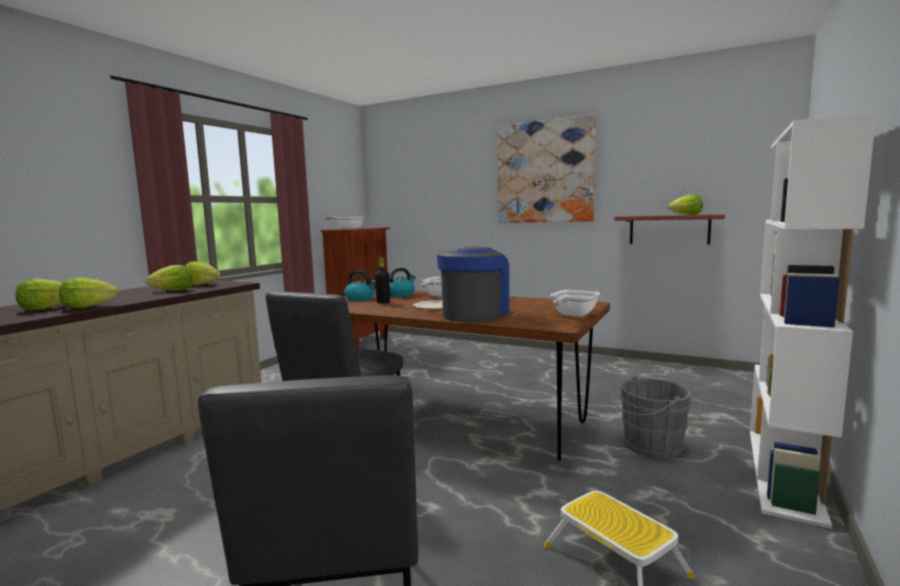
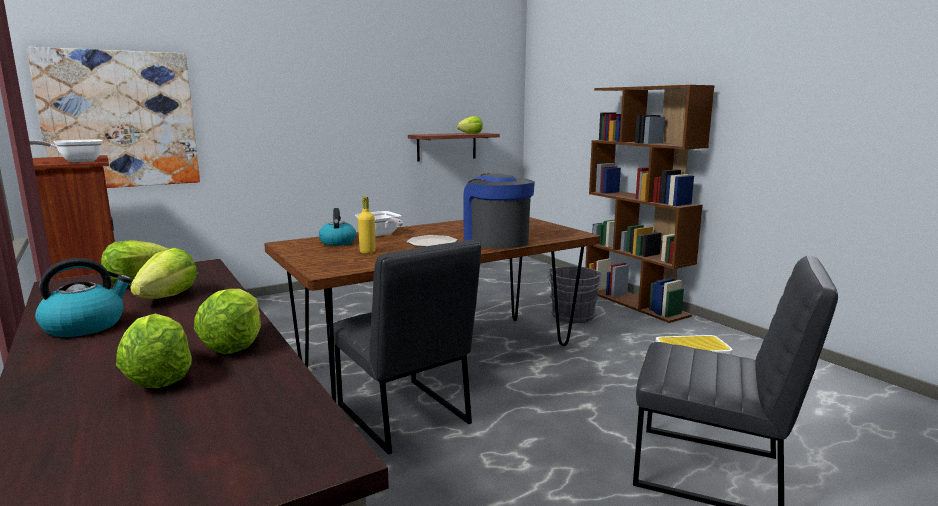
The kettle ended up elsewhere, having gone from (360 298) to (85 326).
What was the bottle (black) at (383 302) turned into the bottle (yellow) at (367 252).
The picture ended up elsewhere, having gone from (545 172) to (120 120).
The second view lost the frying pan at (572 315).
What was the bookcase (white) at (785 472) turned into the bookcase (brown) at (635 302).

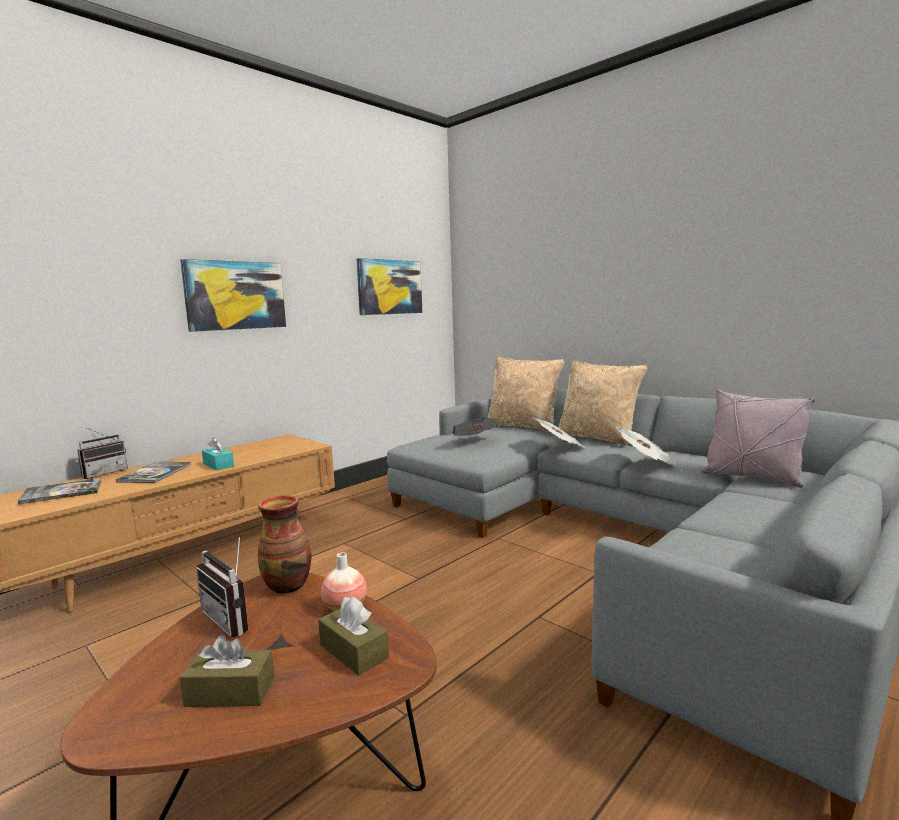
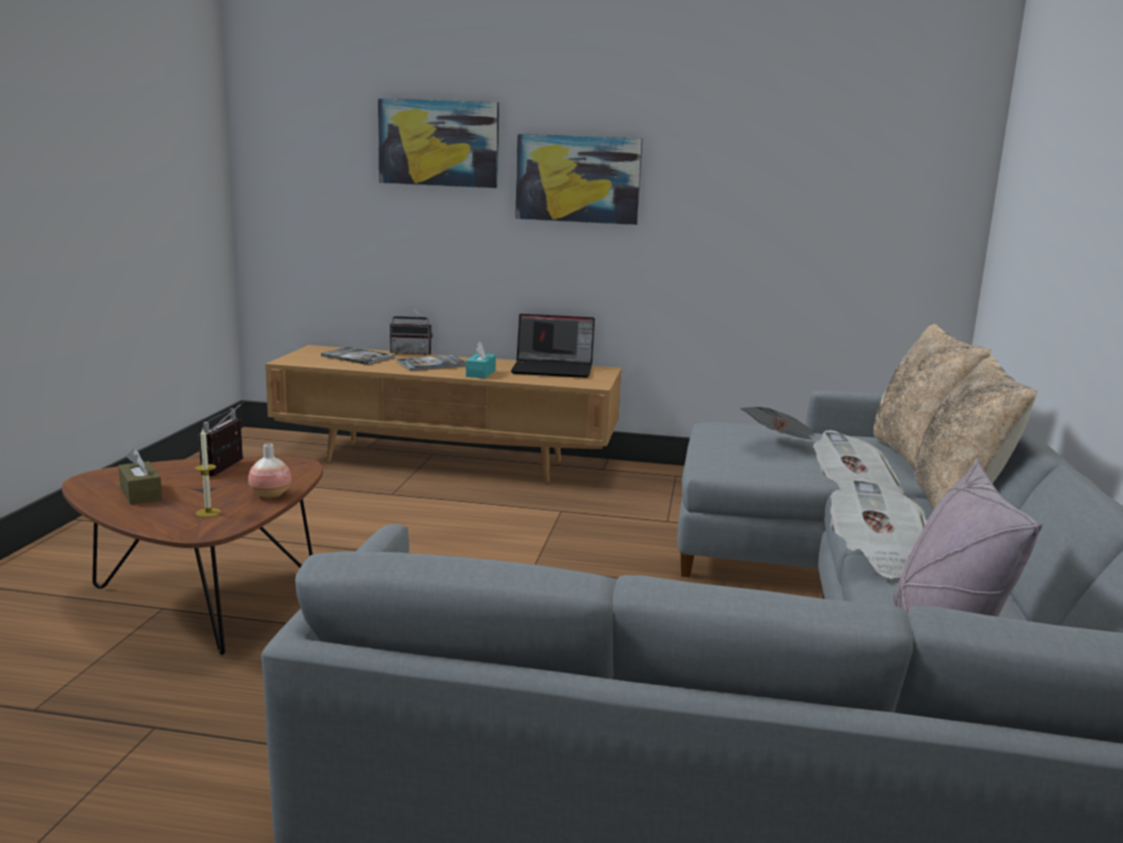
The second view lost the vase at (288 585).
Where the tissue box (brown) stood at (354 651), the candle came to stand at (208 512).
The picture ended up elsewhere, having gone from (389 287) to (438 143).
The second view gained the laptop at (553 369).

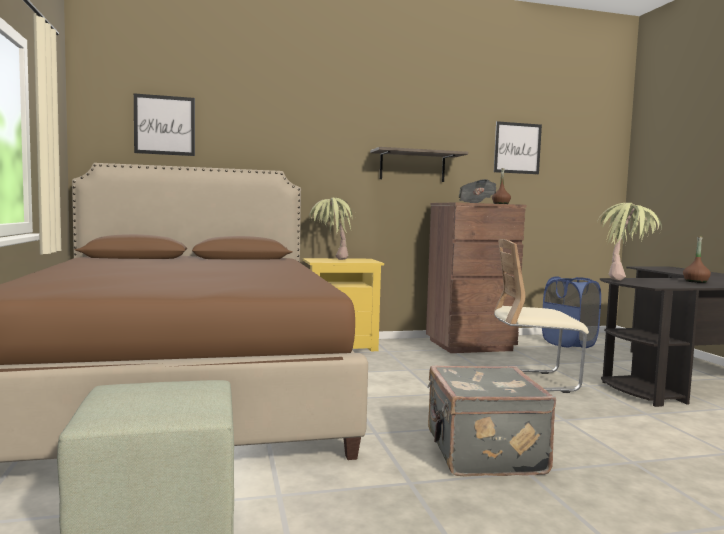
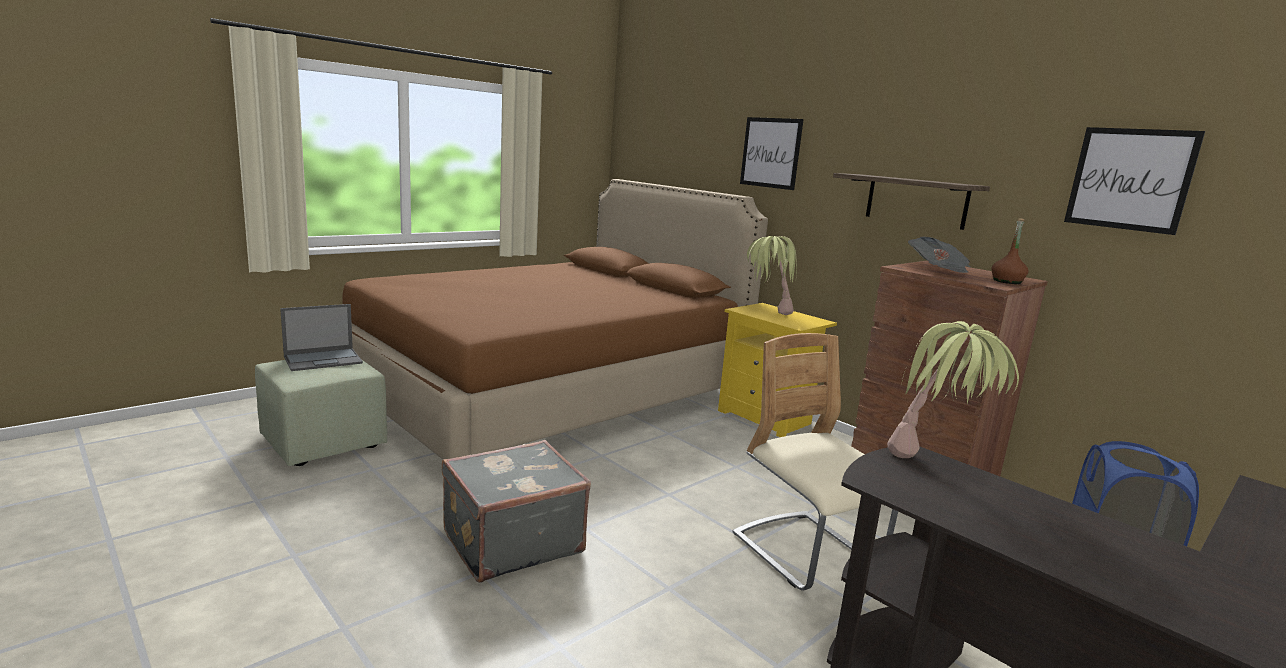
The picture ended up elsewhere, having gone from (164 125) to (770 153).
The second view lost the bottle (brown) at (695 281).
The second view gained the laptop at (324 359).

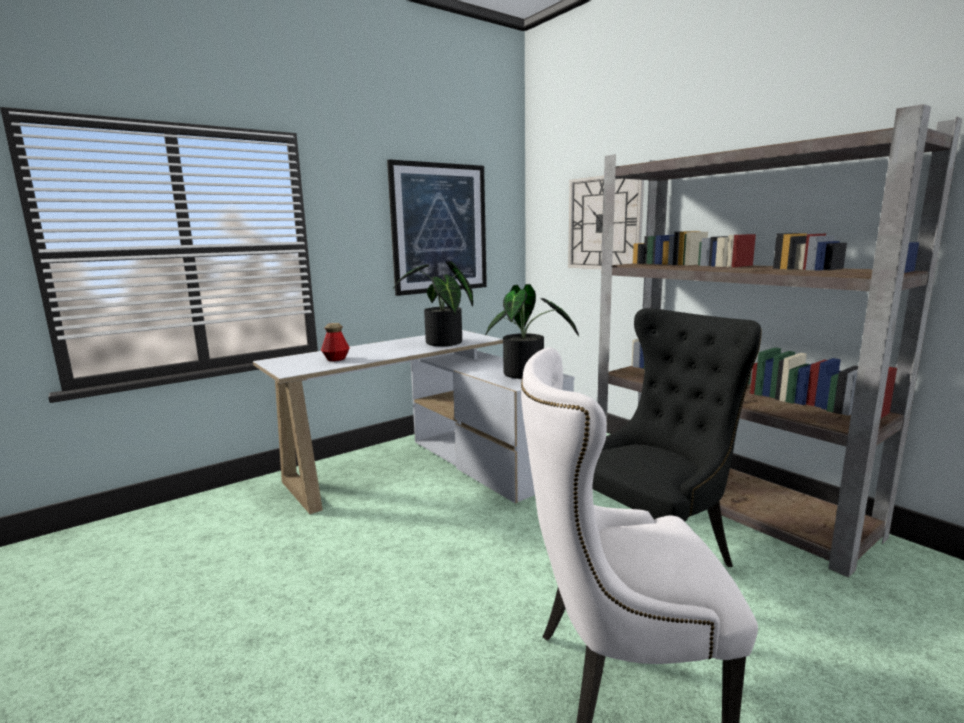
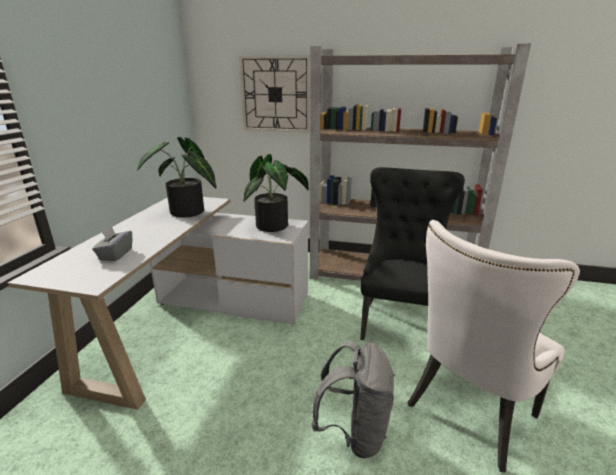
Where the bottle stood at (336 359), the tissue box (grey) came to stand at (115 254).
The second view lost the picture at (440 228).
The second view gained the backpack (grey) at (354 433).

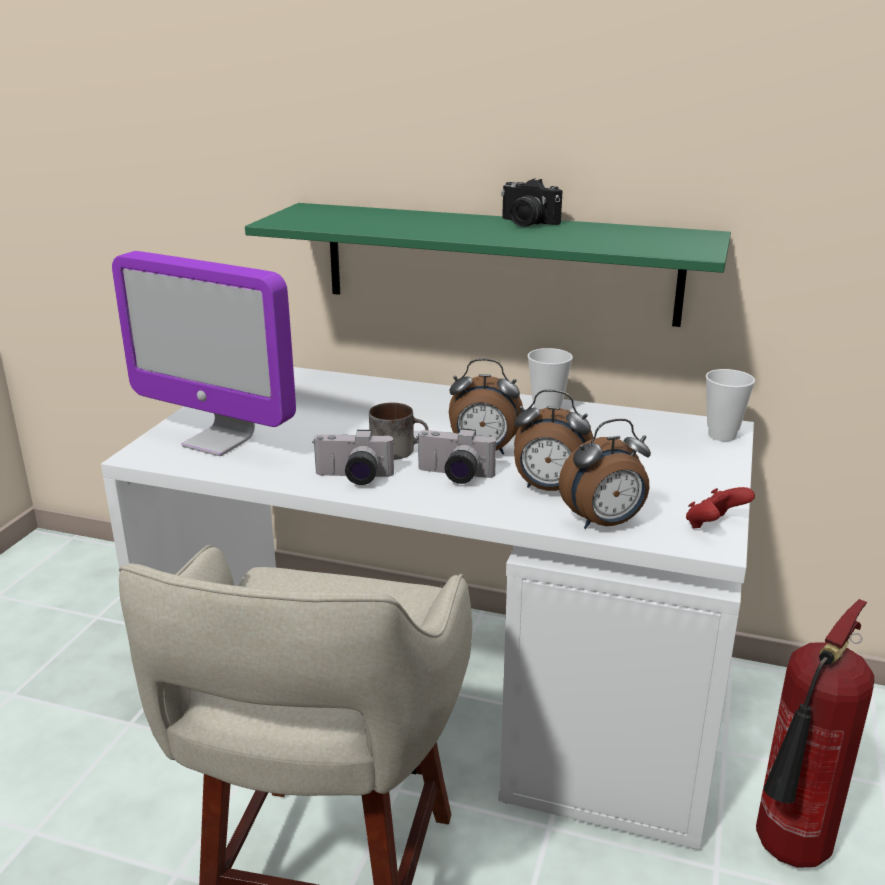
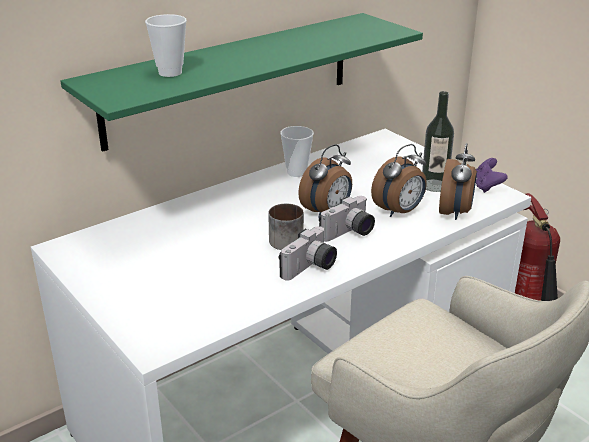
The second view lost the monitor at (219 441).
The second view lost the photo camera at (526 223).
What was the game controller (red) at (714 526) turned into the game controller (purple) at (486 187).
The cup ended up elsewhere, having gone from (722 435) to (170 72).
The second view gained the bottle at (434 185).

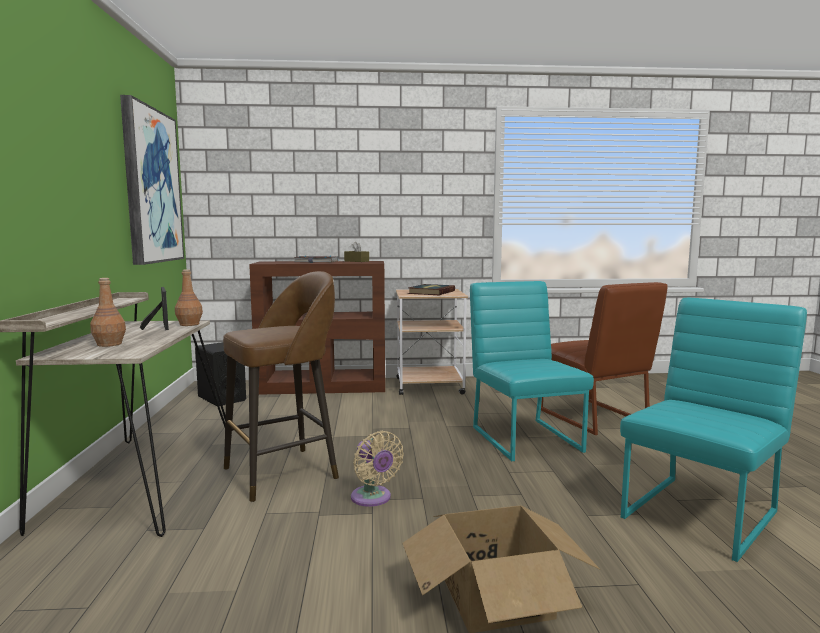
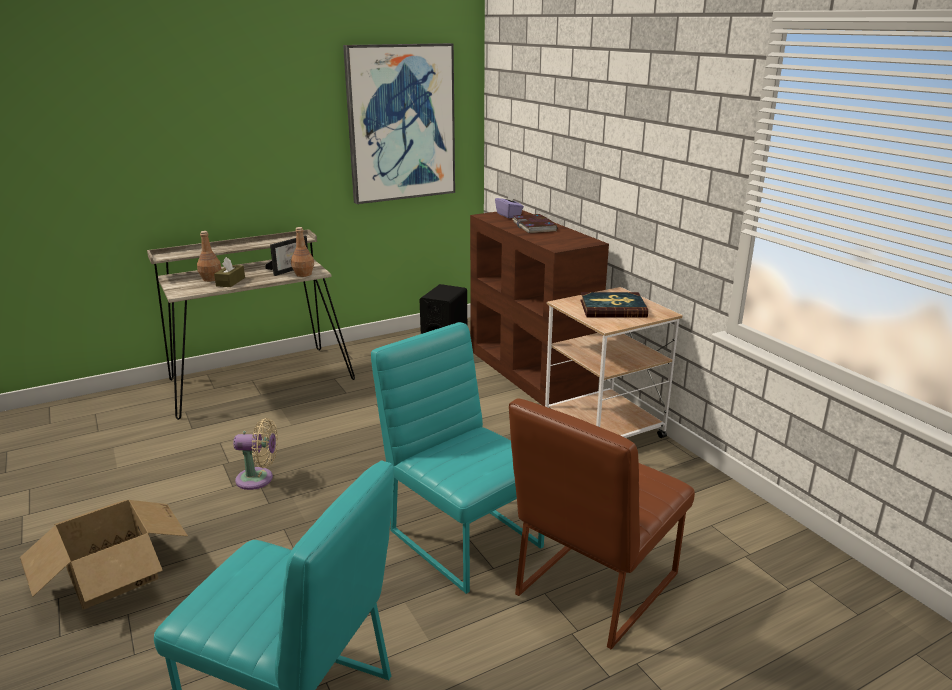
The second view lost the stool (brown) at (284 472).
The tissue box (brown) ended up elsewhere, having gone from (356 261) to (230 282).
The fan (beige) at (373 499) ended up facing another way, 120 degrees counterclockwise from before.
The chair (turquoise) at (525 437) ended up facing another way, 90 degrees counterclockwise from before.
The second view gained the tissue box (purple) at (509 215).

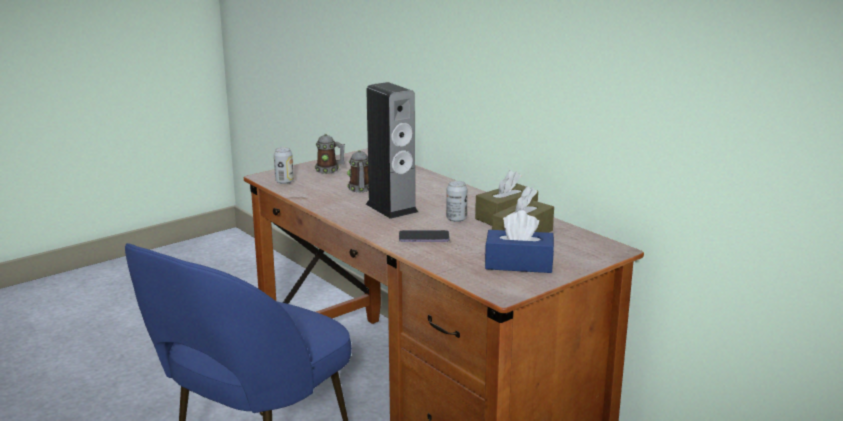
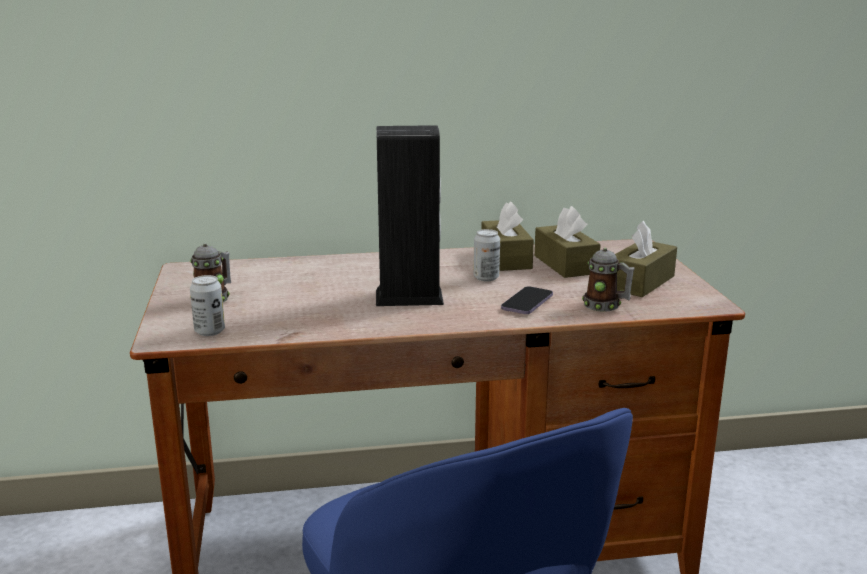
The mug ended up elsewhere, having gone from (360 190) to (606 306).
What was the tissue box (blue) at (519 264) turned into the tissue box (brown) at (640 282).

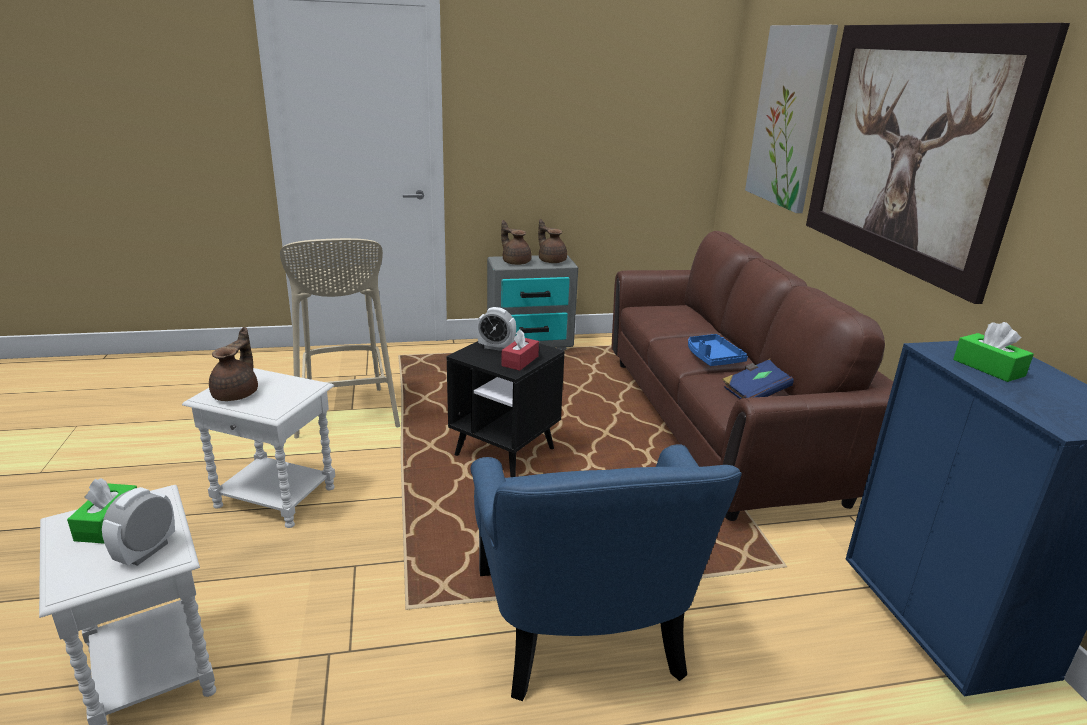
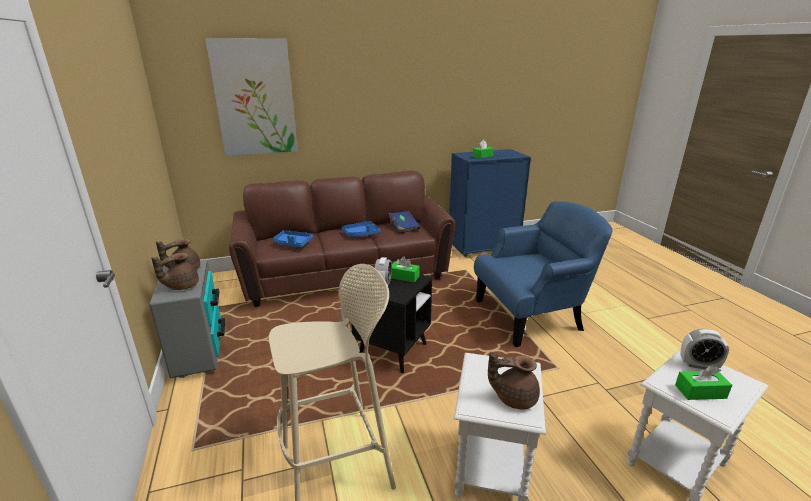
What was the tissue box (red) at (520 361) turned into the tissue box (green) at (404 277).
The second view lost the picture at (909 149).
The second view gained the tray (blue) at (293 243).

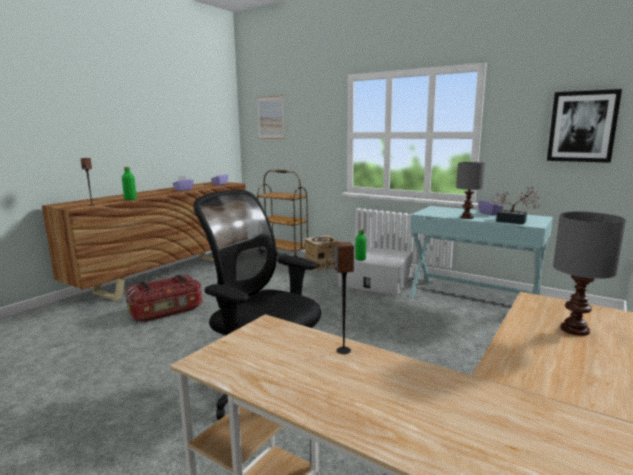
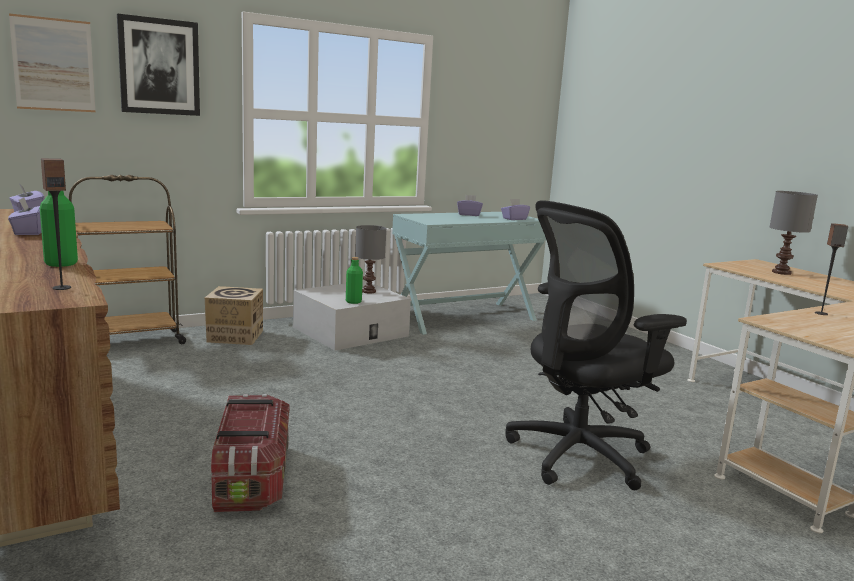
The table lamp (grey) ended up elsewhere, having gone from (466 217) to (368 291).
Where the potted plant stood at (514 222), the tissue box (purple) came to stand at (514 219).
The picture ended up elsewhere, having gone from (582 126) to (159 67).

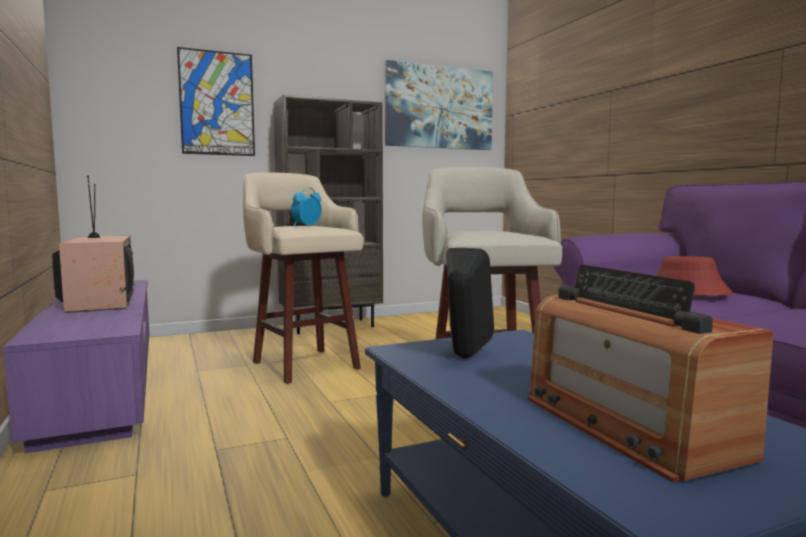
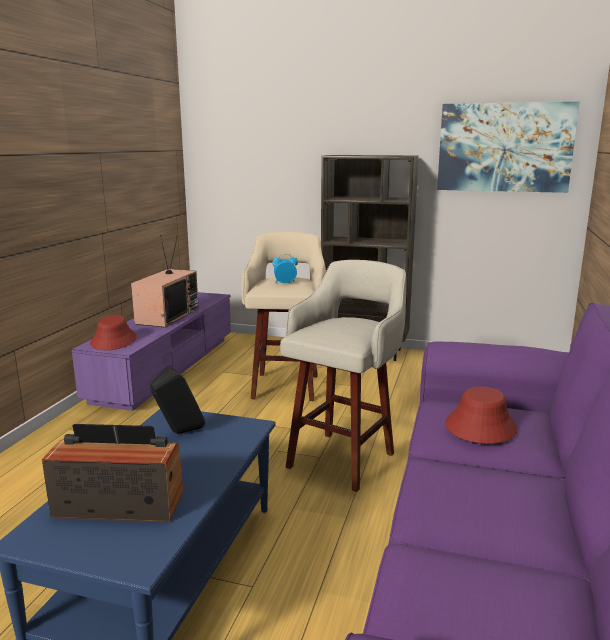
The second view lost the picture at (217 103).
The radio at (627 425) ended up facing another way, 75 degrees clockwise from before.
The second view gained the hat (red) at (114 341).

